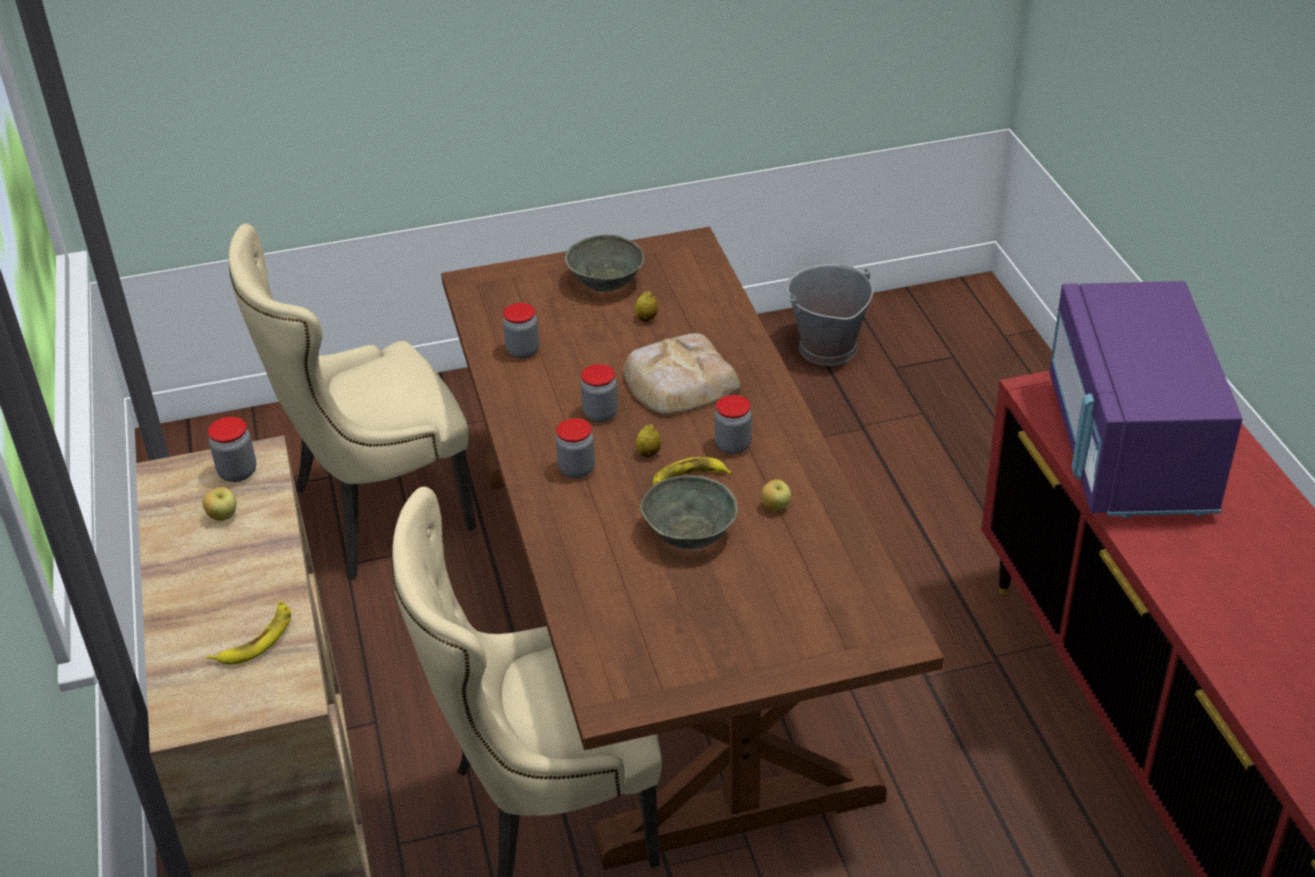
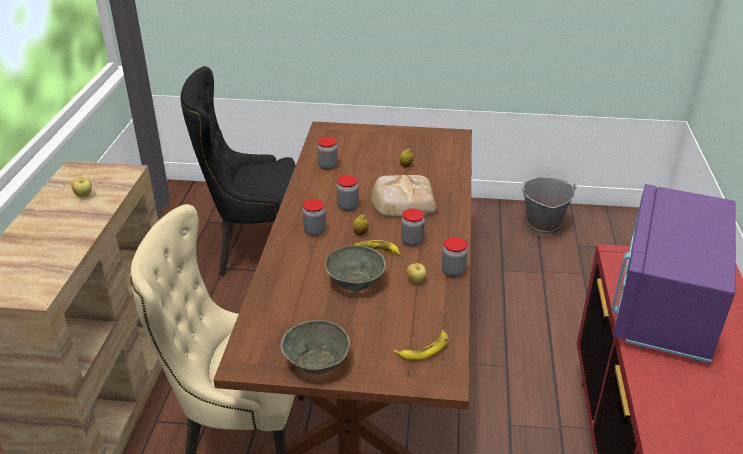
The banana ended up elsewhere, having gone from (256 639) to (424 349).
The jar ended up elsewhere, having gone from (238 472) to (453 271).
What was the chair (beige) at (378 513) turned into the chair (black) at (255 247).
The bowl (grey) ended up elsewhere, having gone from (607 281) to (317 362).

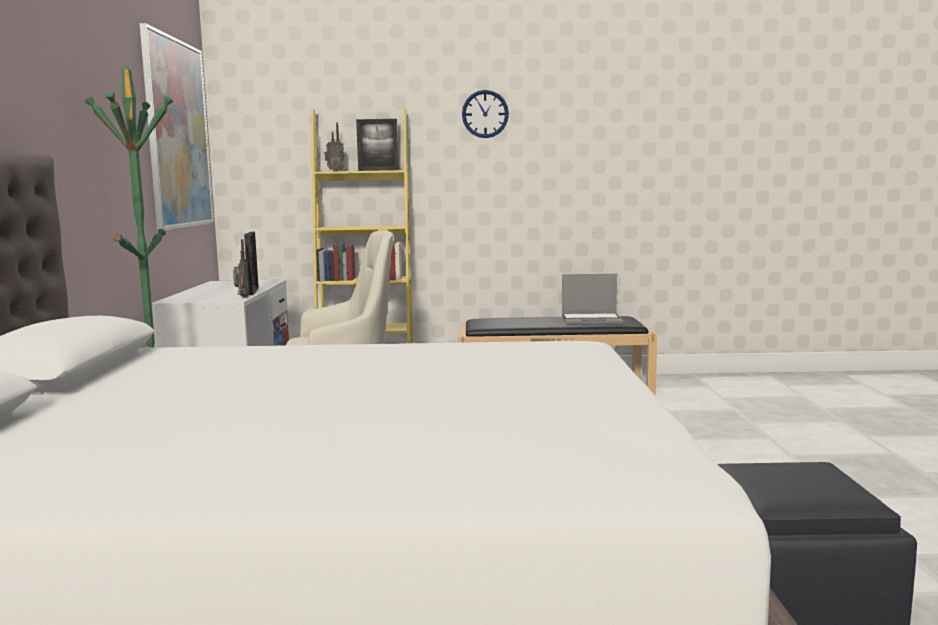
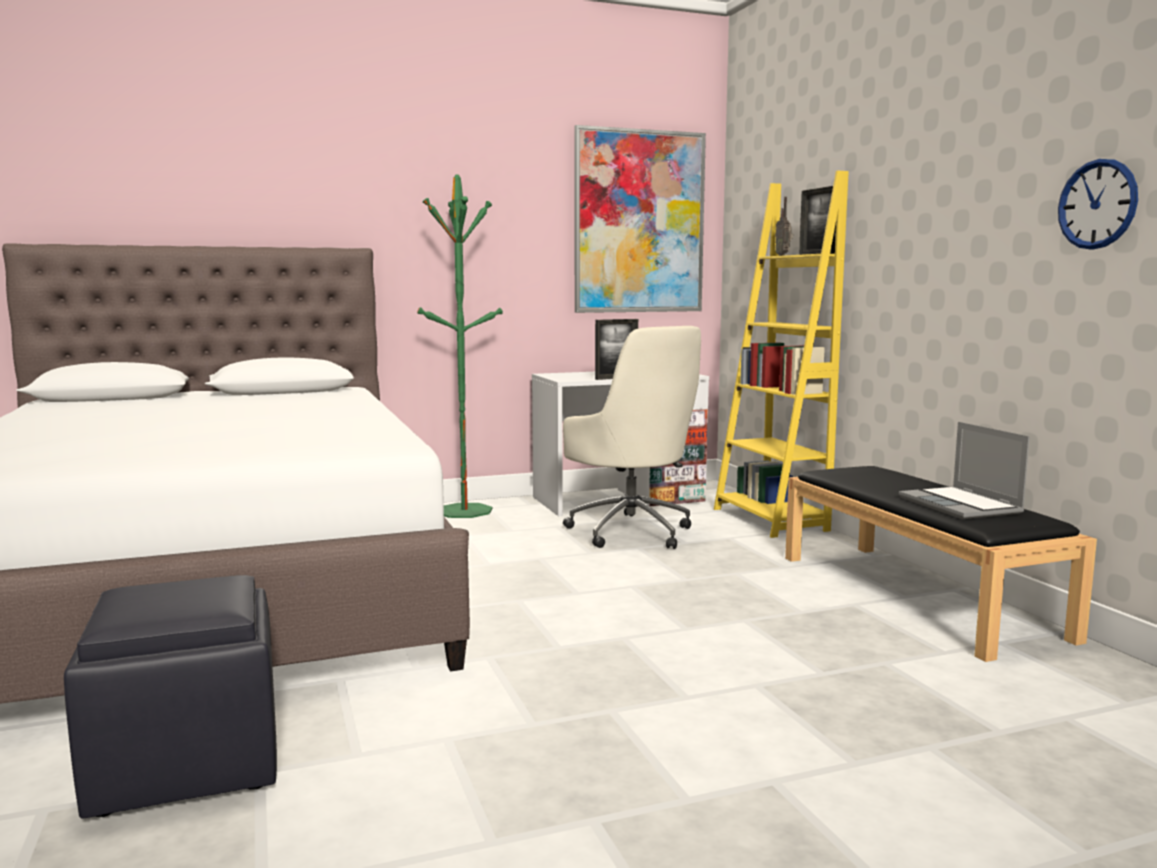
The second view lost the radio at (242 297).
The wall clock ended up elsewhere, having gone from (485 114) to (1097 204).

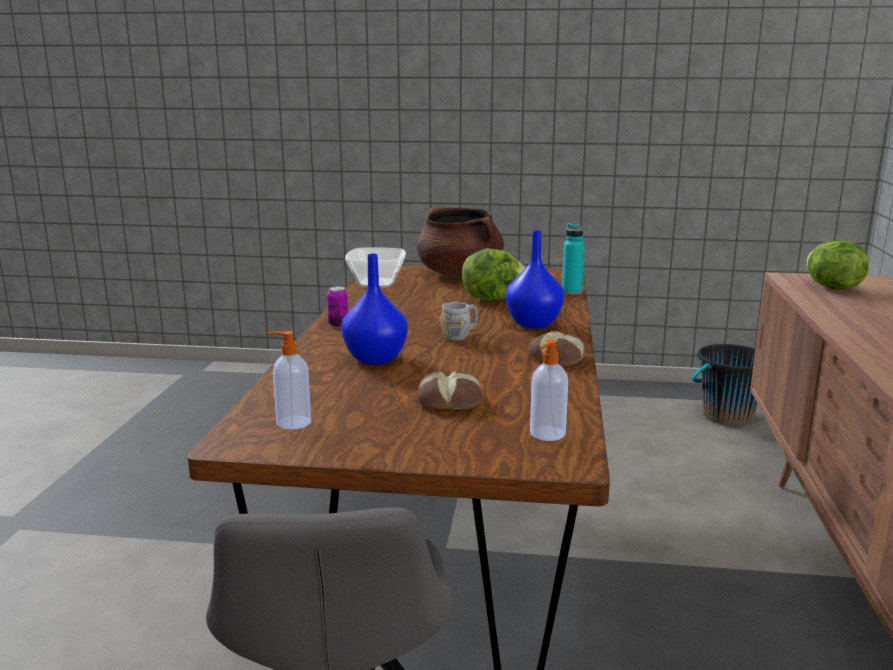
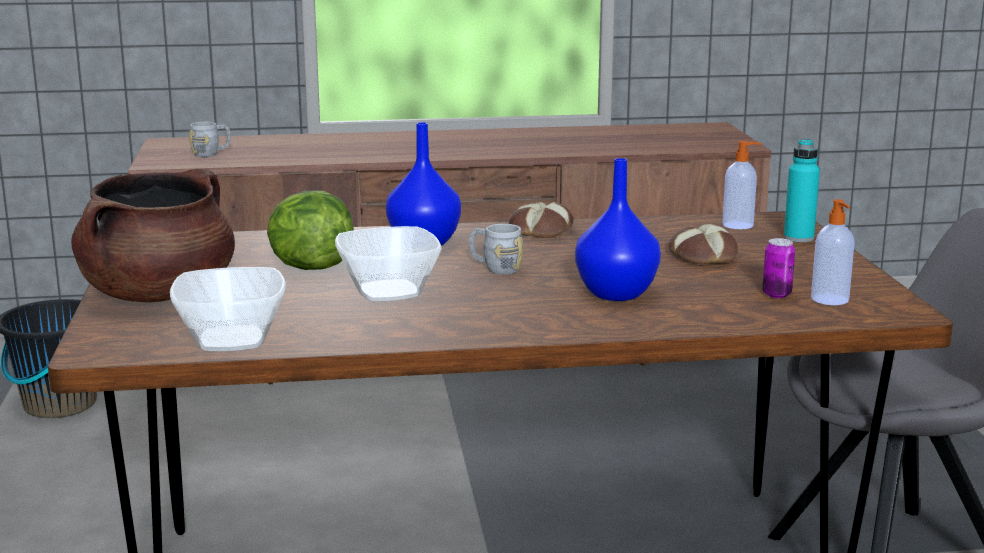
The can ended up elsewhere, having gone from (338 325) to (776 294).
The bottle (turquoise) ended up elsewhere, having gone from (571 292) to (798 238).
Where the lettuce stood at (831 288), the mug (grey) came to stand at (211 153).
The second view gained the bowl at (390 291).

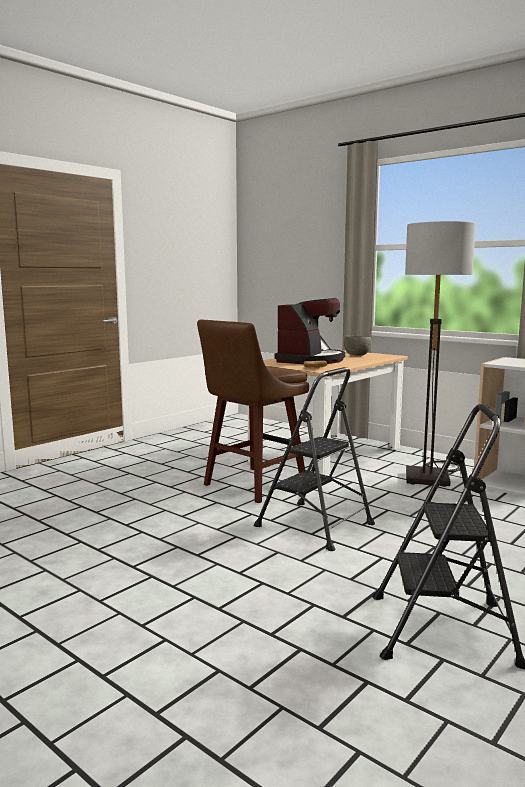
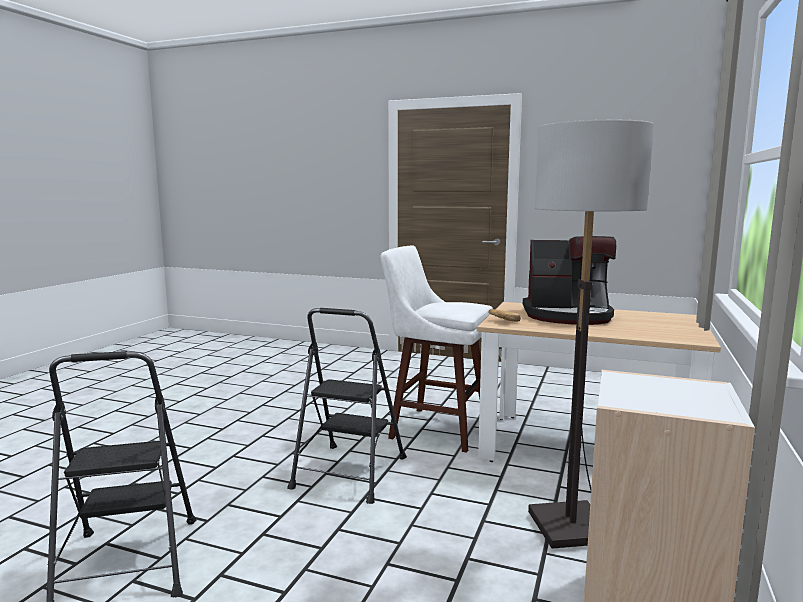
What was the stool (brown) at (252 485) turned into the stool (white) at (436 428).
The second view lost the bowl (grey) at (357 355).

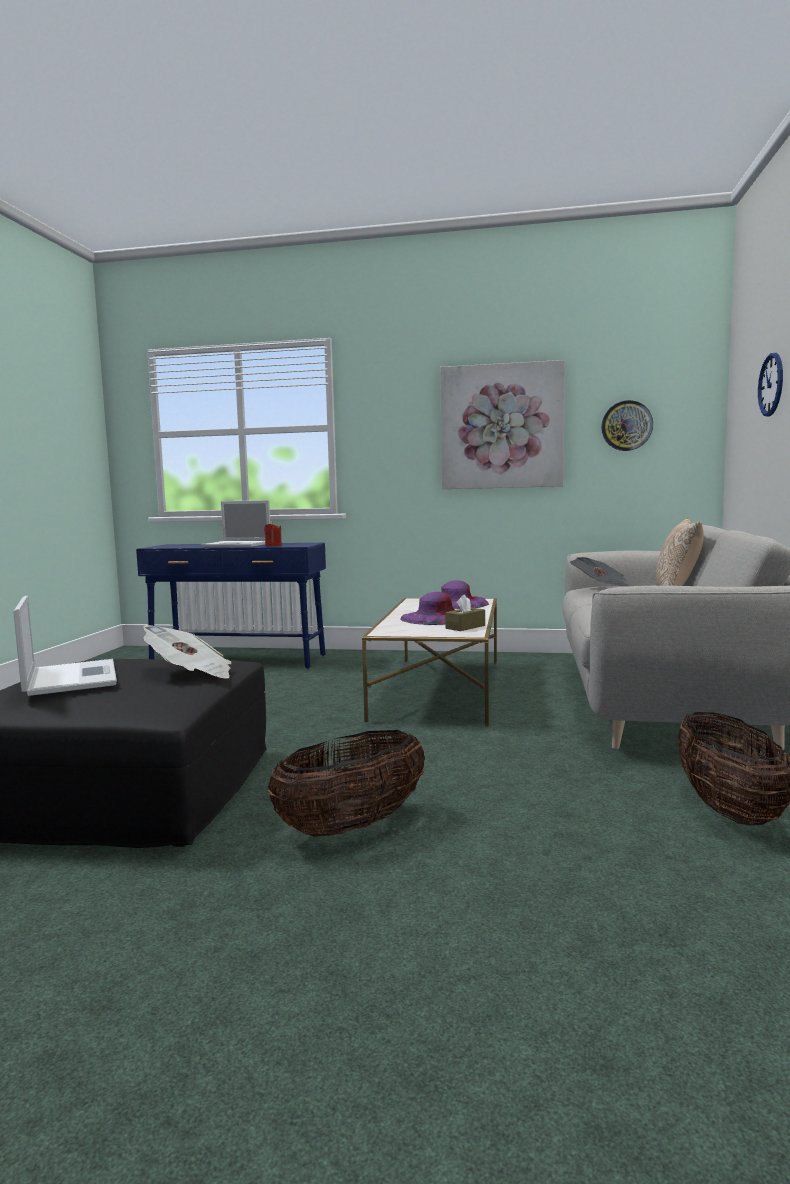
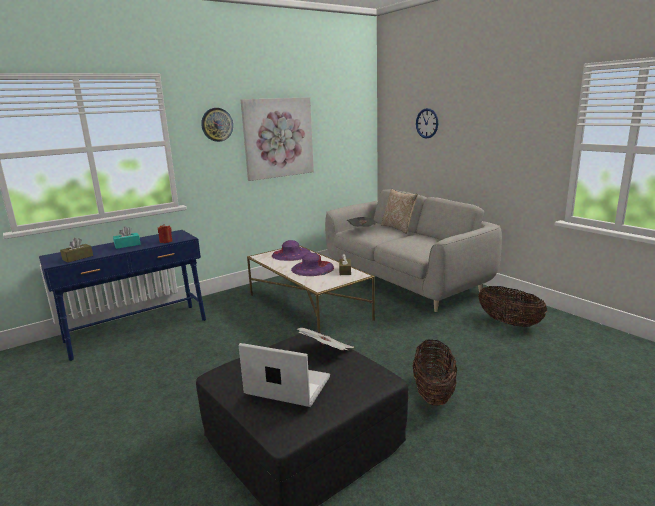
Where the laptop stood at (238 545), the tissue box (turquoise) came to stand at (127 245).
The wall clock ended up elsewhere, having gone from (626 426) to (217 124).
The second view gained the tissue box (brown) at (78 258).

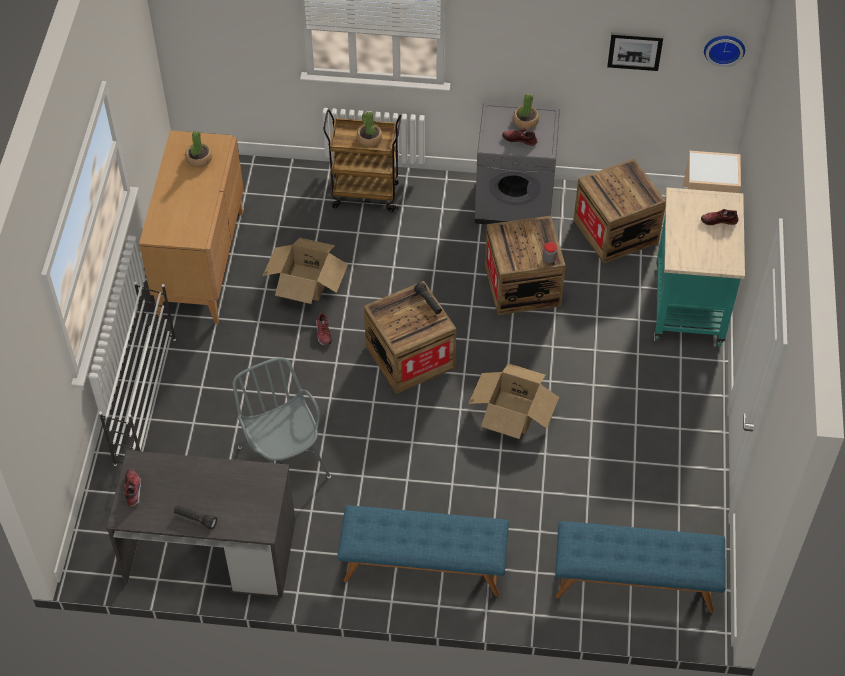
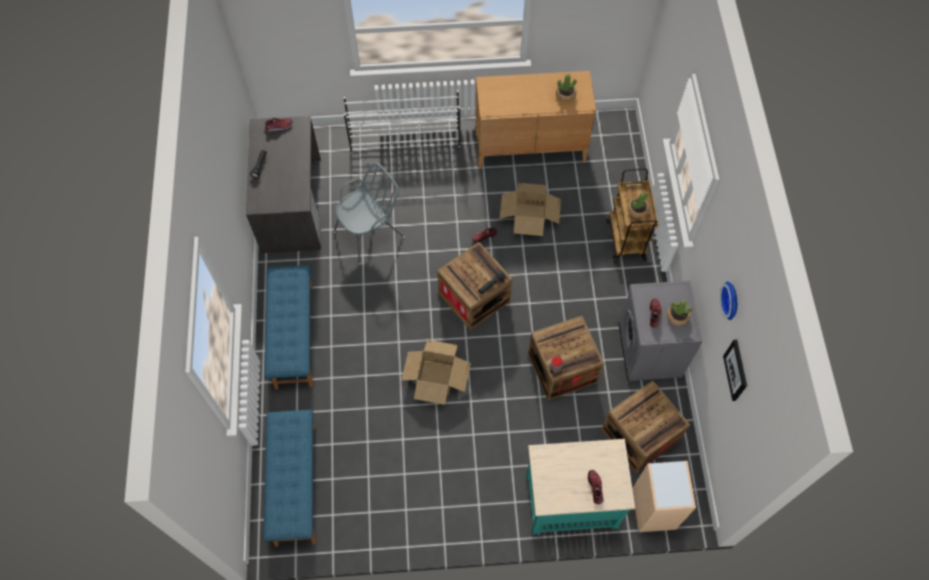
The wall clock ended up elsewhere, having gone from (724 48) to (732 300).

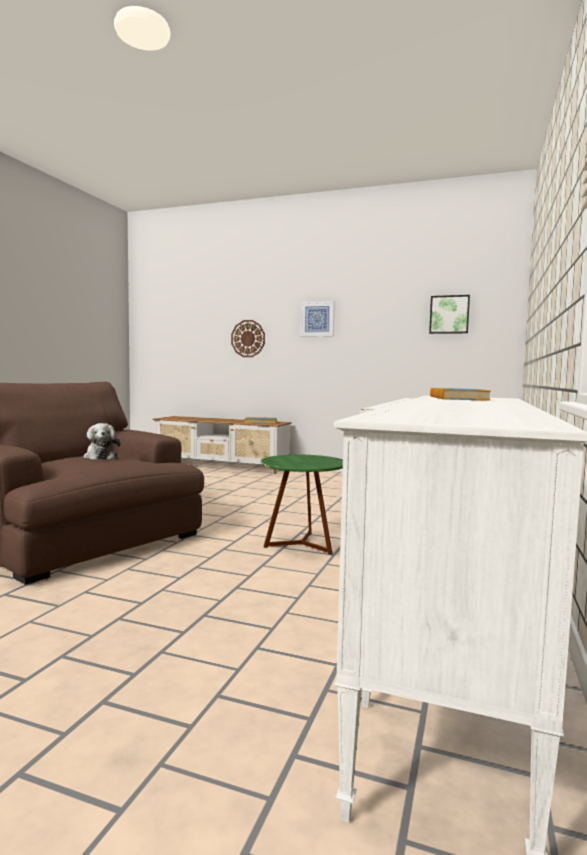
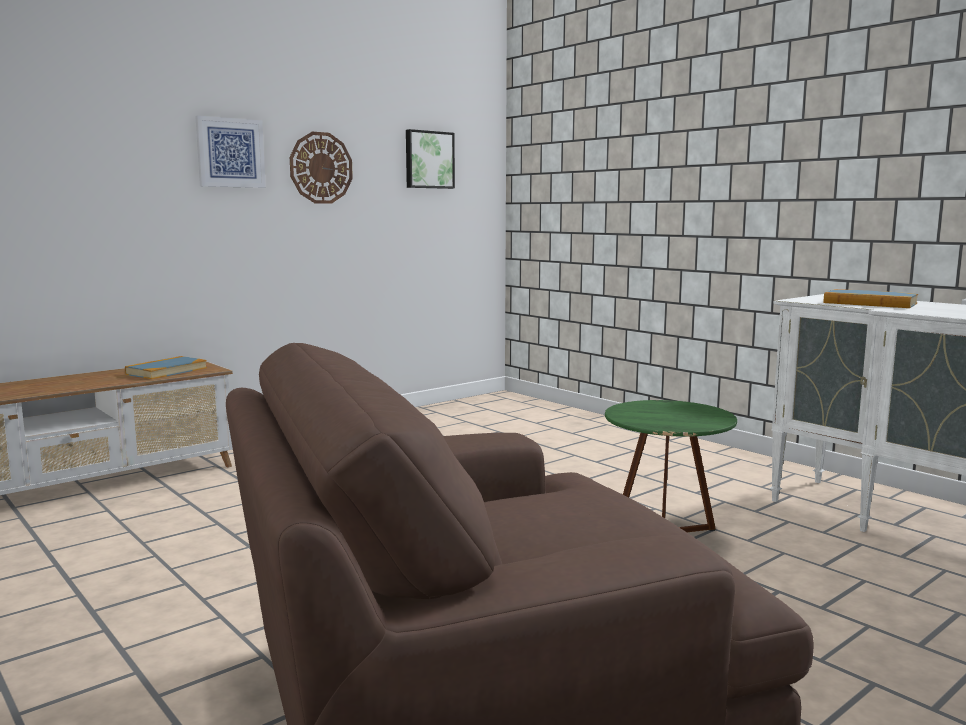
The second view lost the plush toy at (100 456).
The wall clock ended up elsewhere, having gone from (248 338) to (321 168).

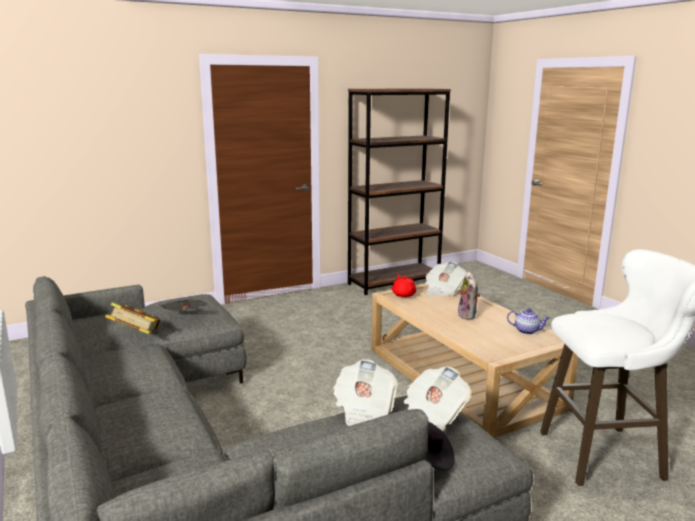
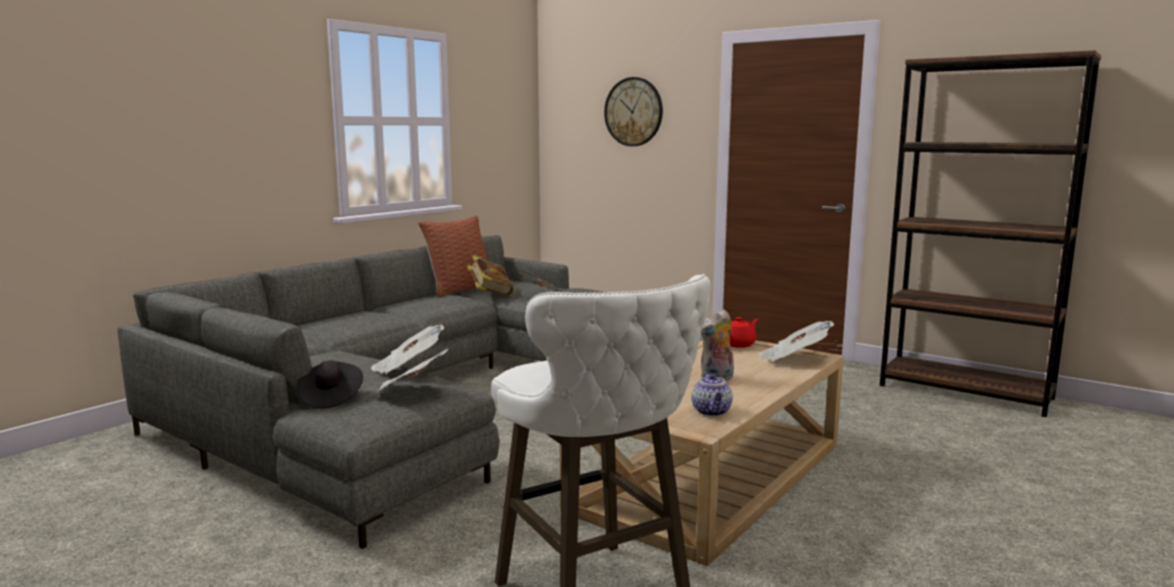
The second view gained the pillow at (460 289).
The second view gained the wall clock at (633 112).

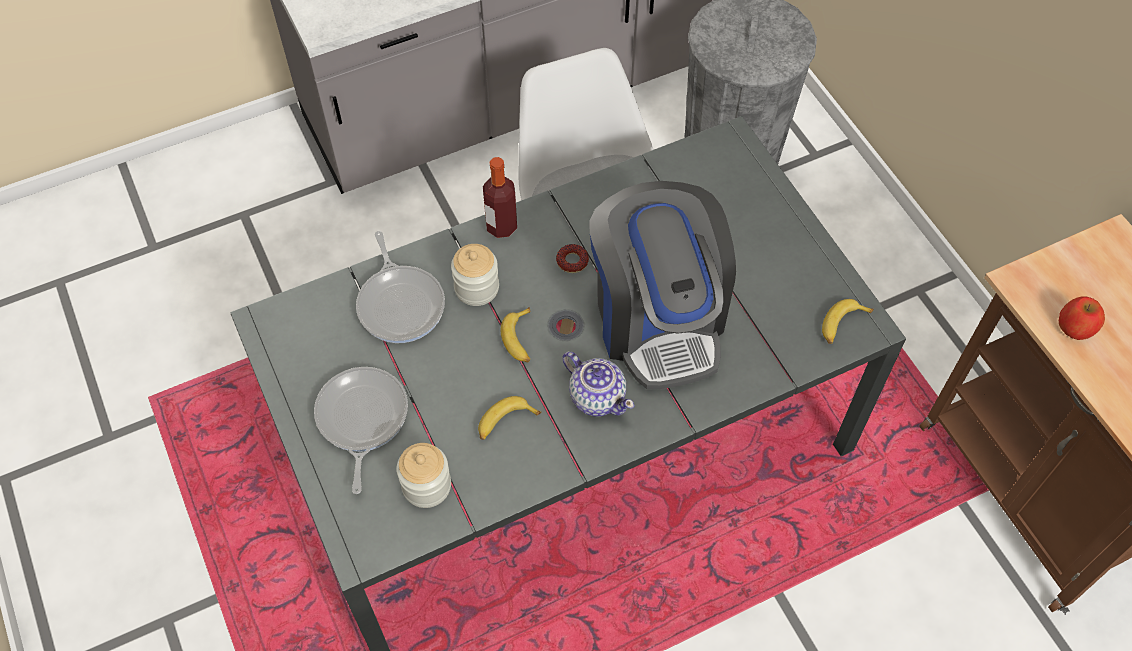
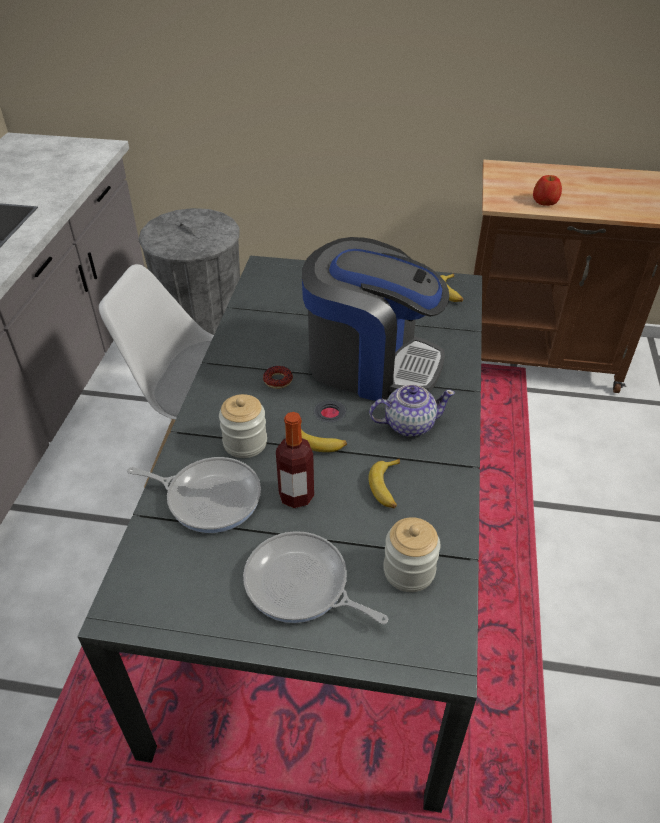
The bottle ended up elsewhere, having gone from (501 226) to (296 496).

